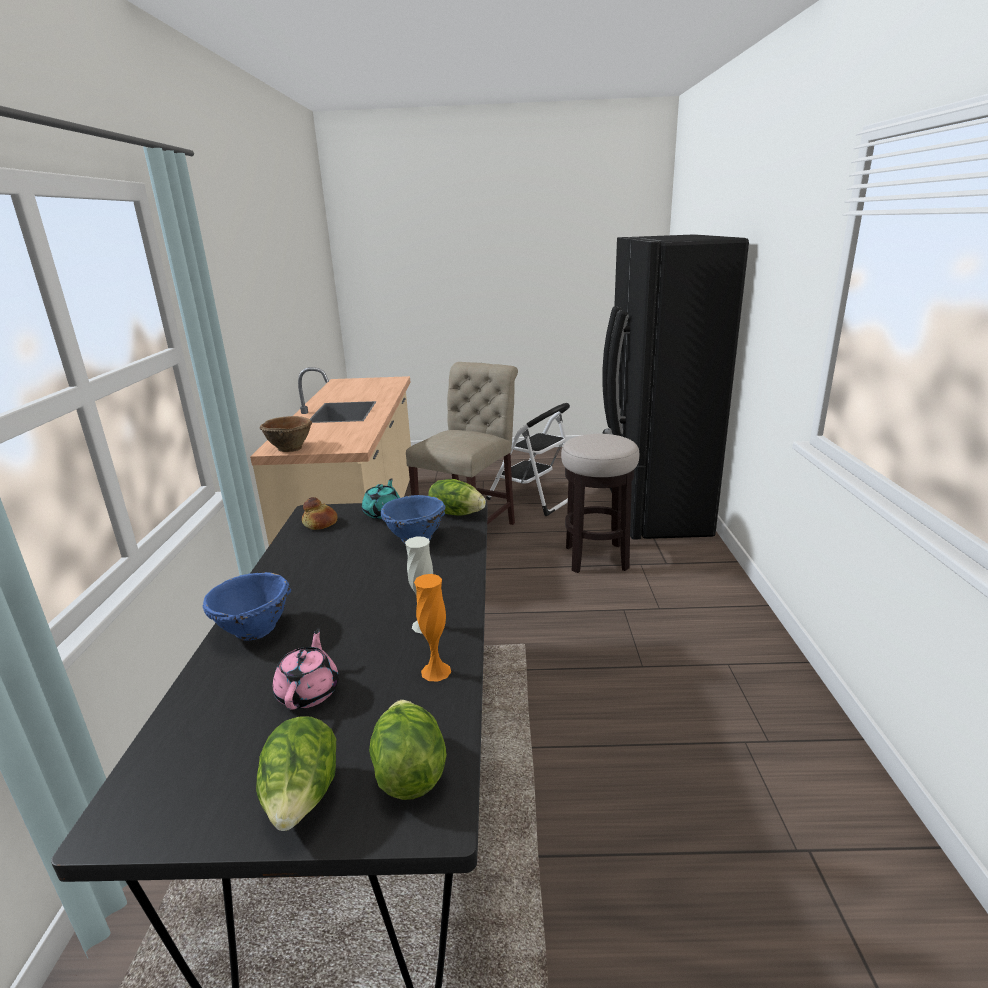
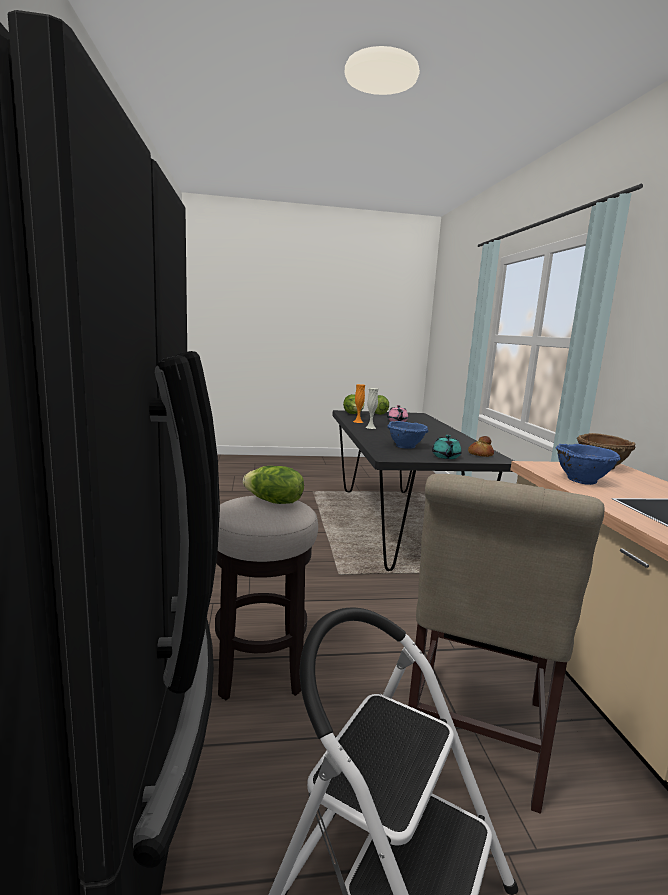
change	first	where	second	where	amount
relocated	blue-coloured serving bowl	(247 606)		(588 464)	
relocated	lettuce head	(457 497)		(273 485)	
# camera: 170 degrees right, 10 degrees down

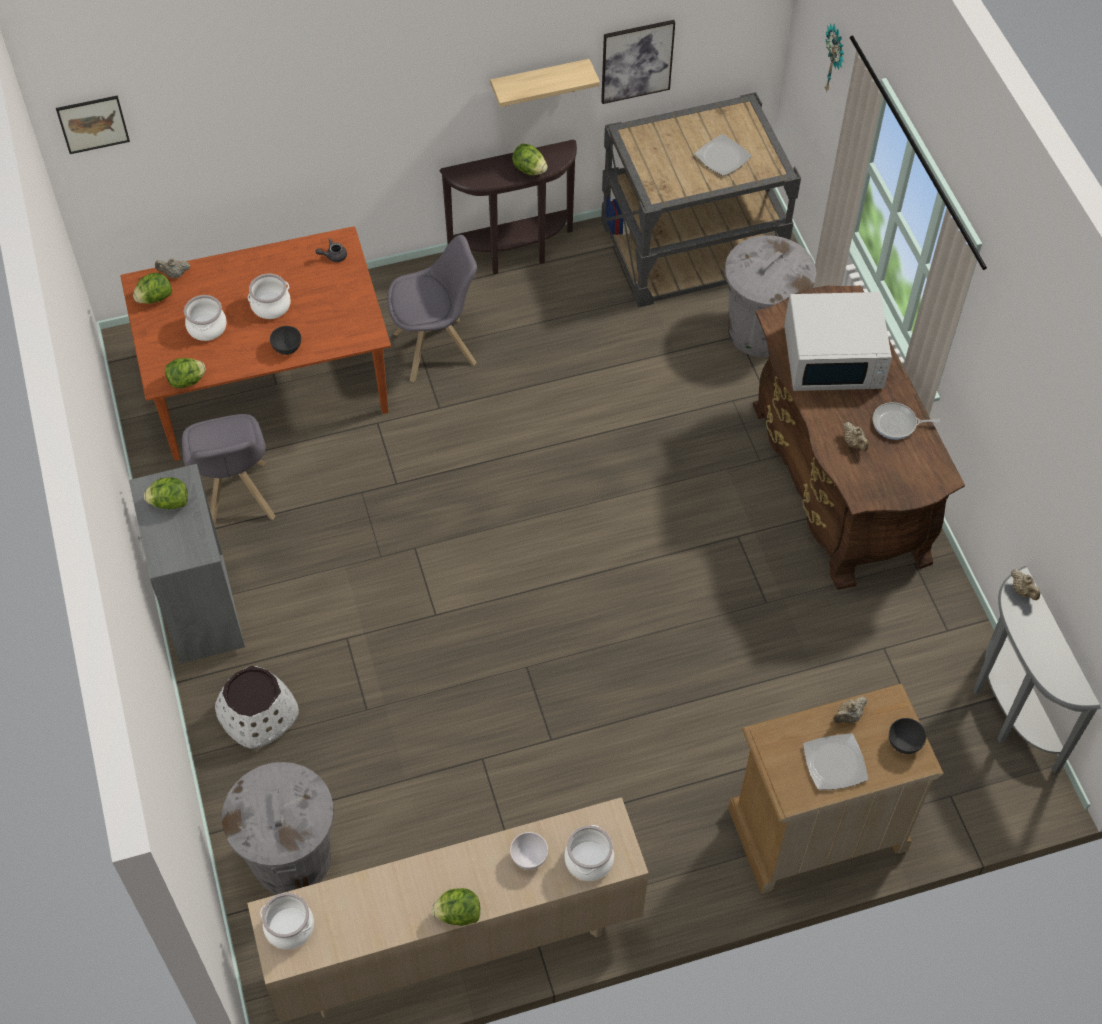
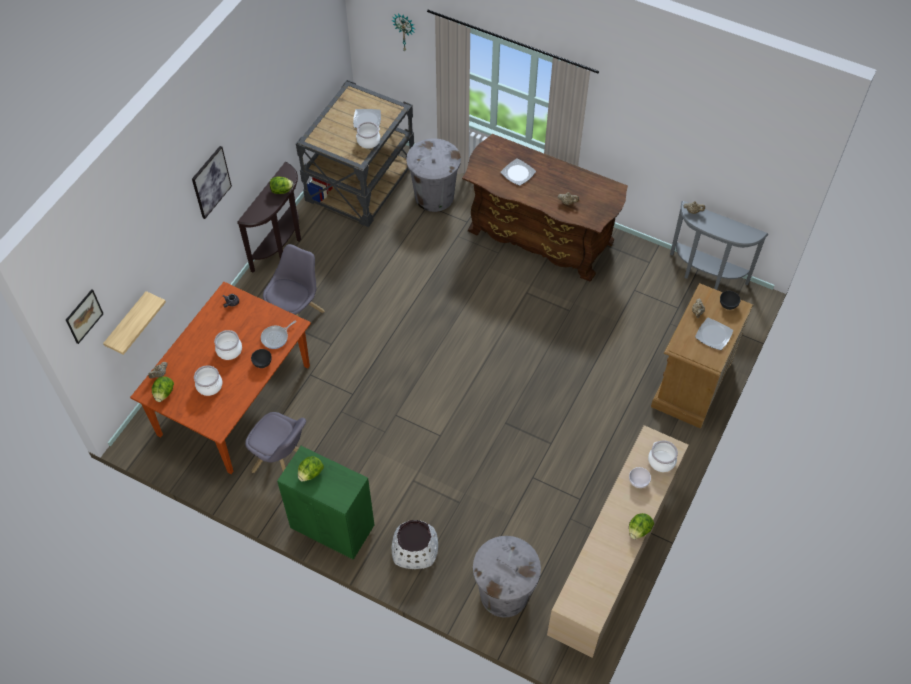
change	first	where	second	where	amount
missing	lettuce head	(185 373)			
relocated	saucepot	(287 921)		(368 135)	
relocated	shelf	(545 83)		(134 323)	
relocated	wall art	(638 62)		(212 182)	
relocated	pan	(906 421)		(278 335)	
exchanged	white microwave oven	(838 341)	dinner plate	(518 172)	
colour	grey cabinet	(187 564)	greenish cabinet	(325 503)	
# camera: 45 degrees left, 0 degrees up

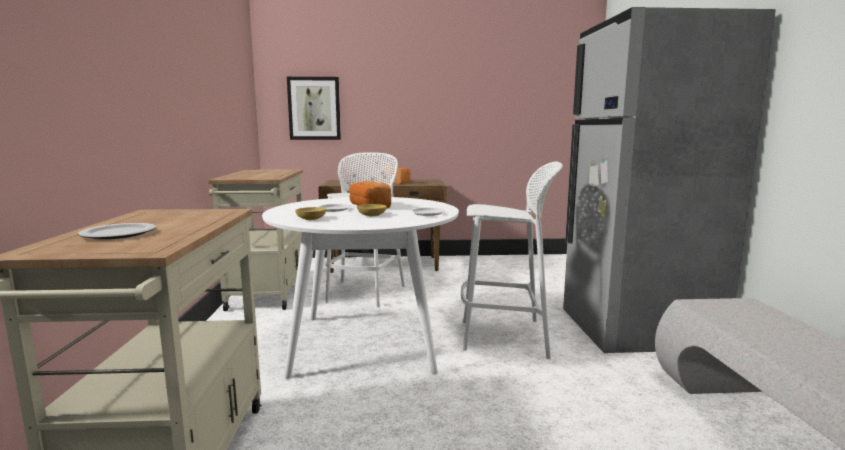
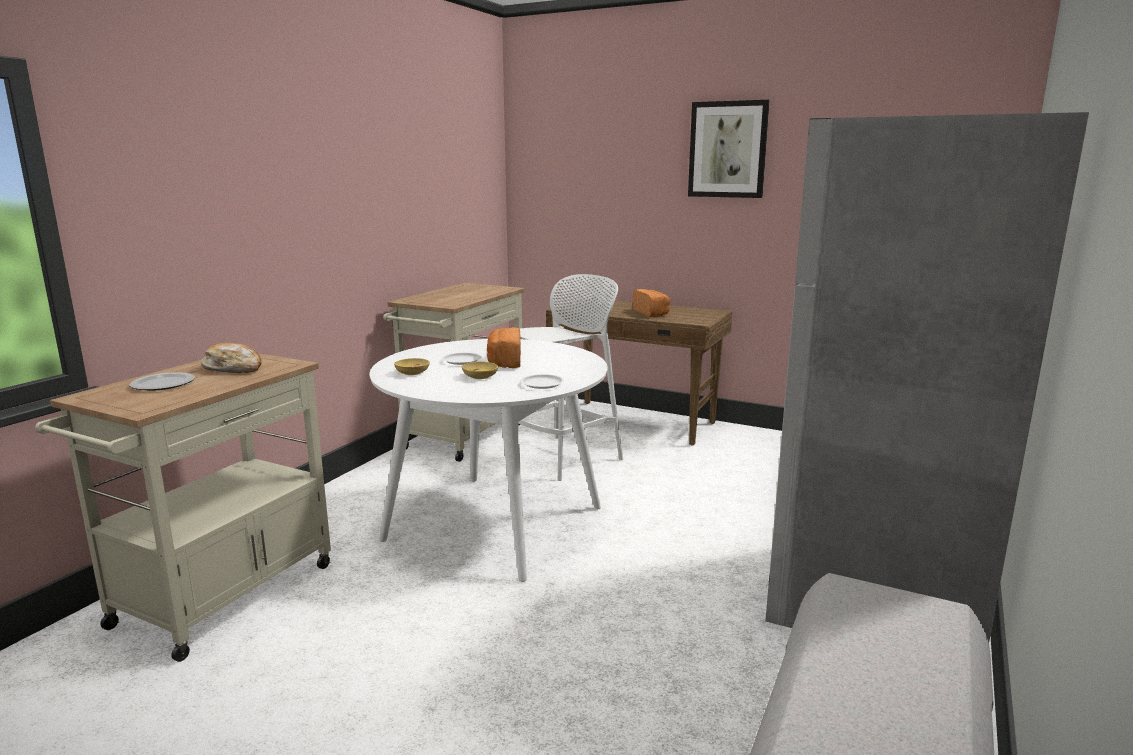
change	first	where	second	where	amount
missing	white sitting stool	(512 260)			
appeared			bakery bread	(231 358)	
relocated	wall art	(314 108)		(729 149)	
# camera: 30 degrees right, 5 degrees up

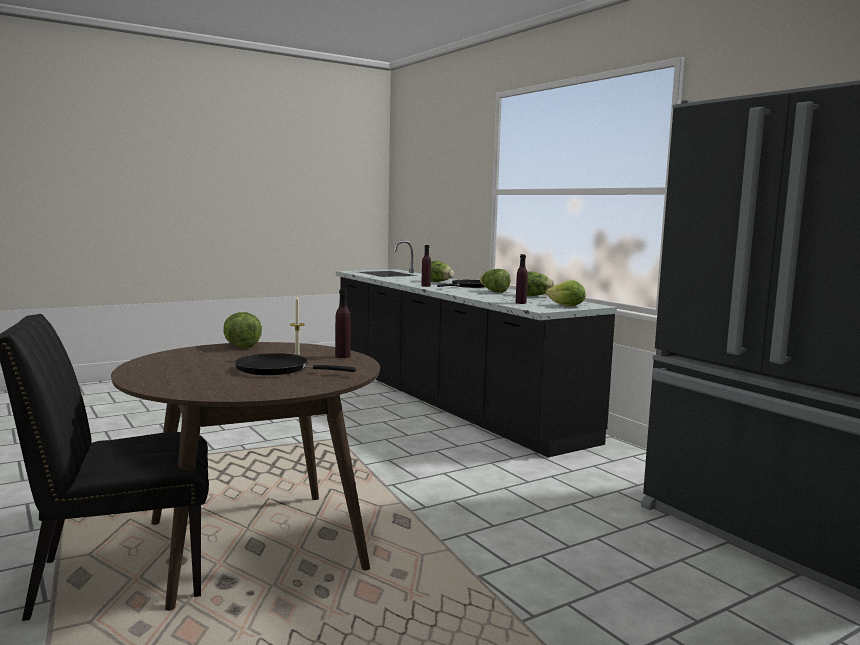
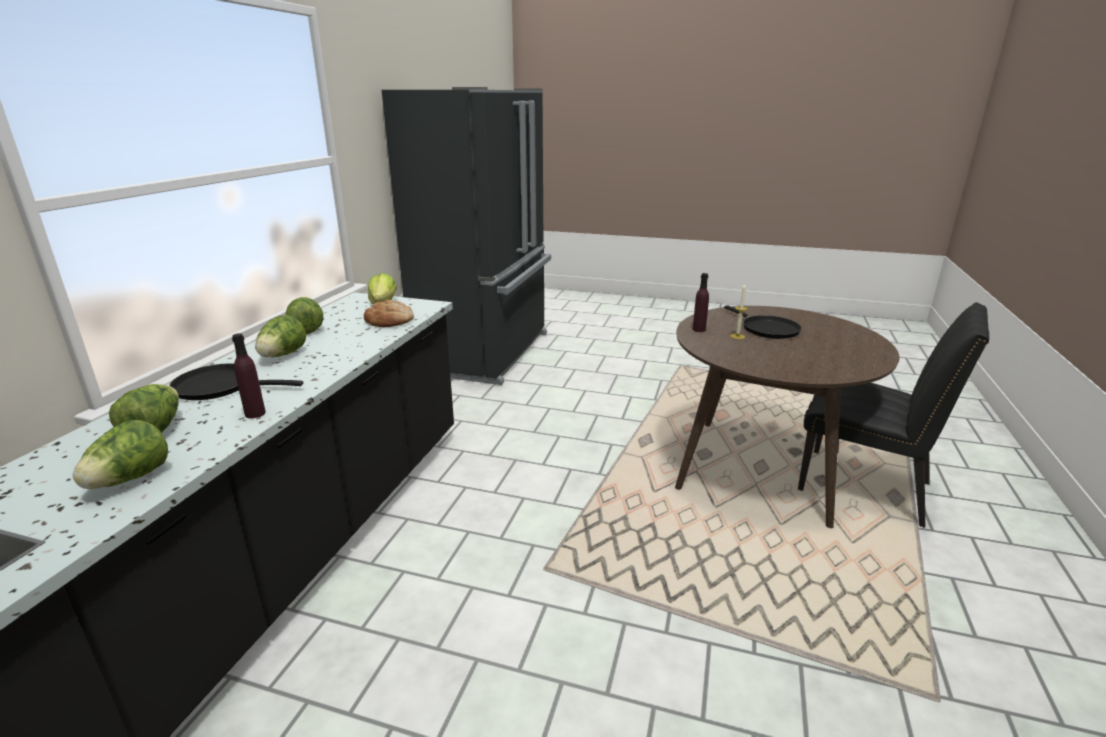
change	first	where	second	where	amount
relocated	lettuce head	(242 330)		(120 454)	
exchanged	purple-coloured beverage bottle	(521 279)	bakery bread	(389 313)	
# camera: 130 degrees left, 15 degrees up

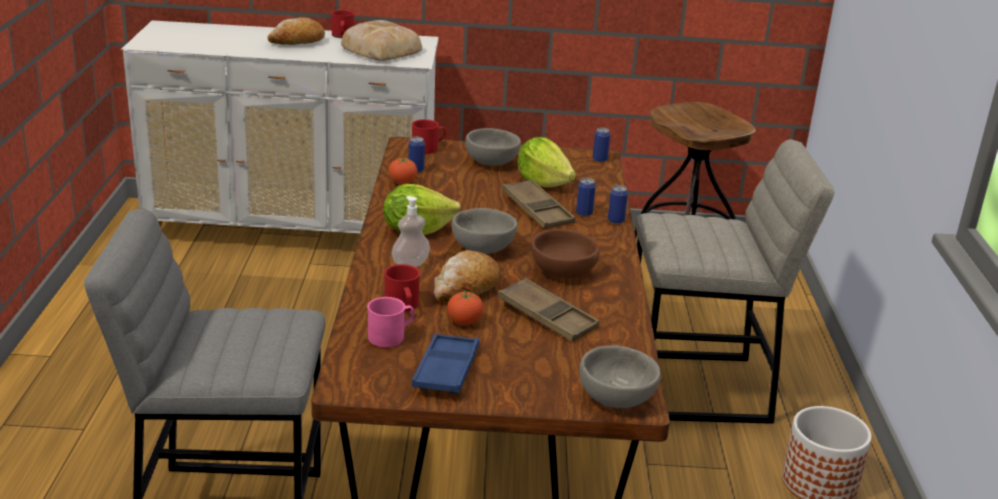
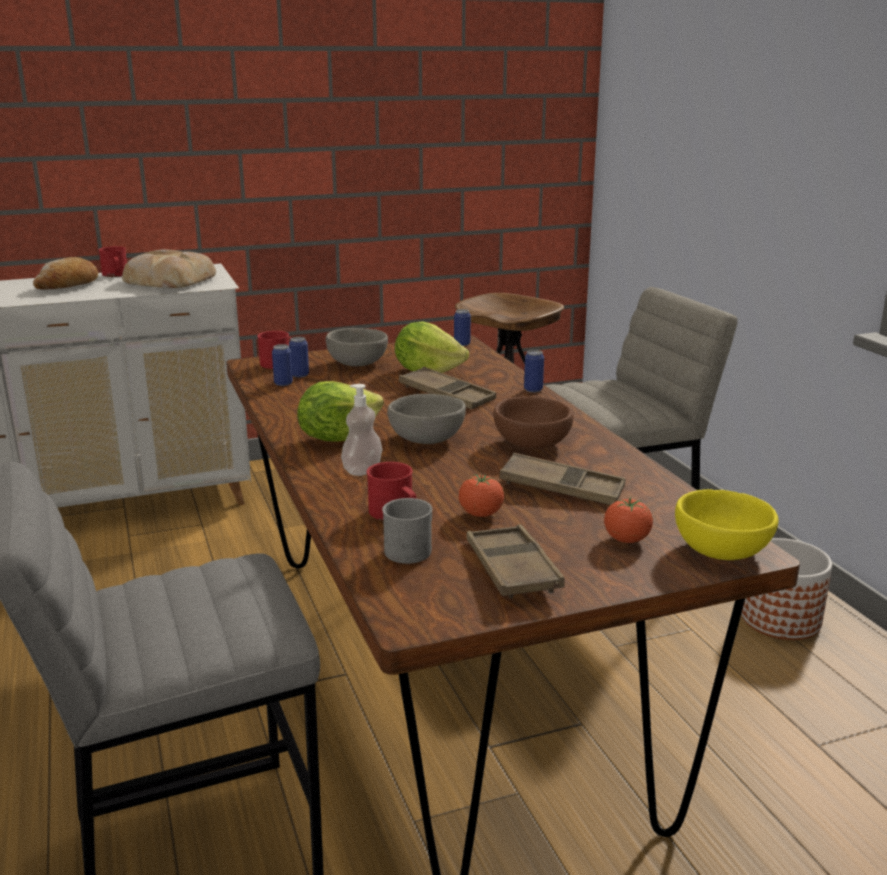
change	first	where	second	where	amount
missing	bakery bread	(467 276)			
relocated	tomato	(402 170)		(628 520)	
relocated	sealed can	(586 197)		(299 357)	
colour	pink coffee mug	(390 322)	grey coffee mug	(407 531)	
colour	blue-coloured serving tray	(445 364)	brown-coloured serving tray	(515 561)	
colour	grey serving bowl	(620 377)	yellowish serving bowl	(726 524)	
# camera: 20 degrees left, 5 degrees down

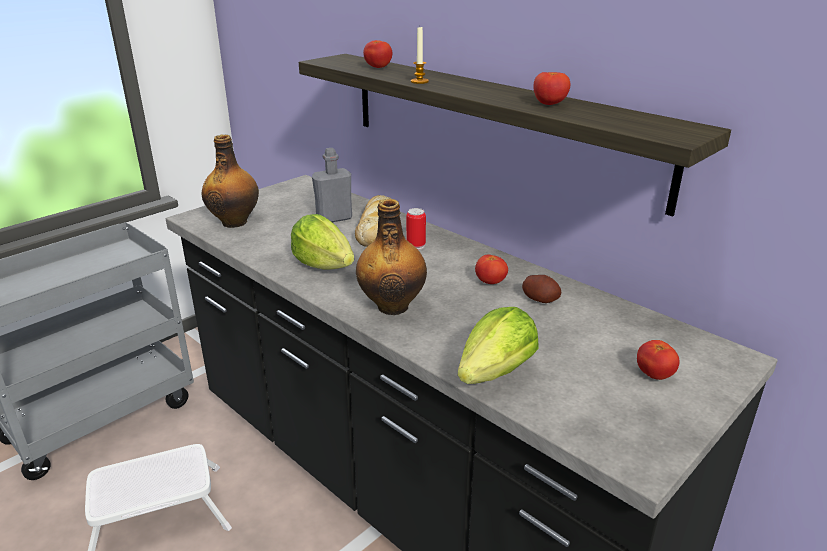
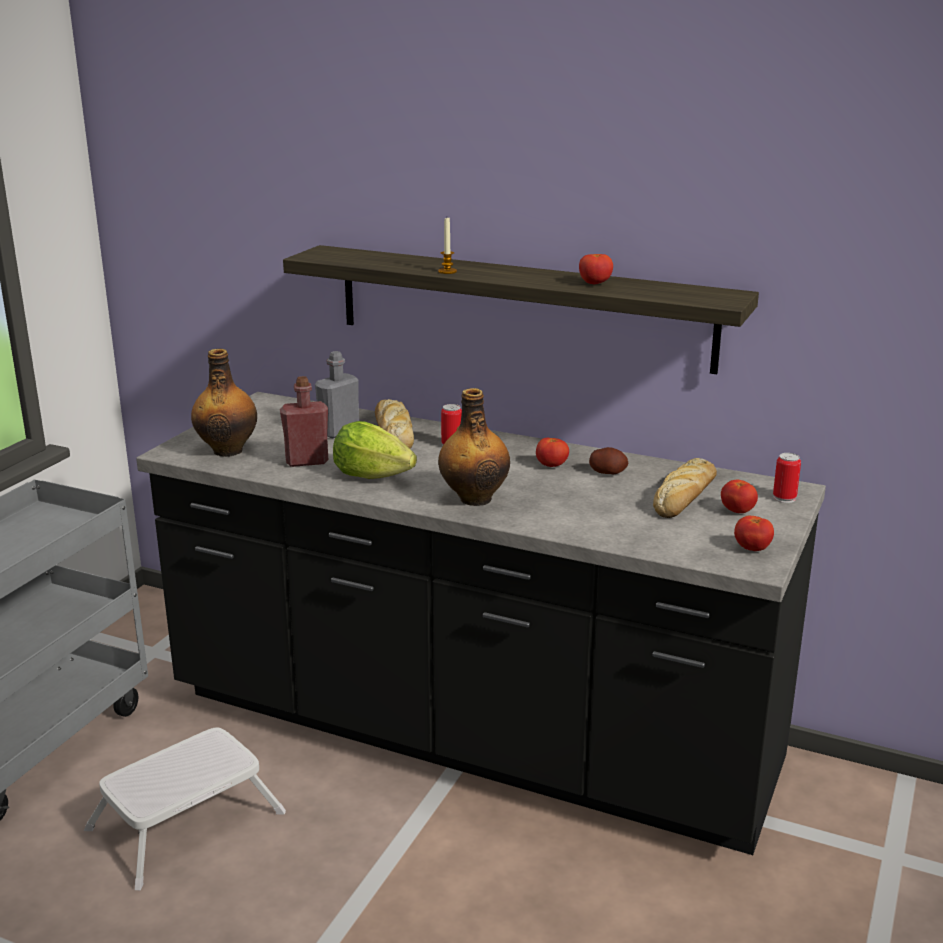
change	first	where	second	where	amount
missing	lettuce head	(498 345)			
appeared			red-coloured beverage bottle	(304 421)	
appeared			bakery bread	(685 488)	
appeared			sealed can	(787 478)	
relocated	tomato	(377 54)		(754 533)	
# camera: 20 degrees left, 5 degrees down

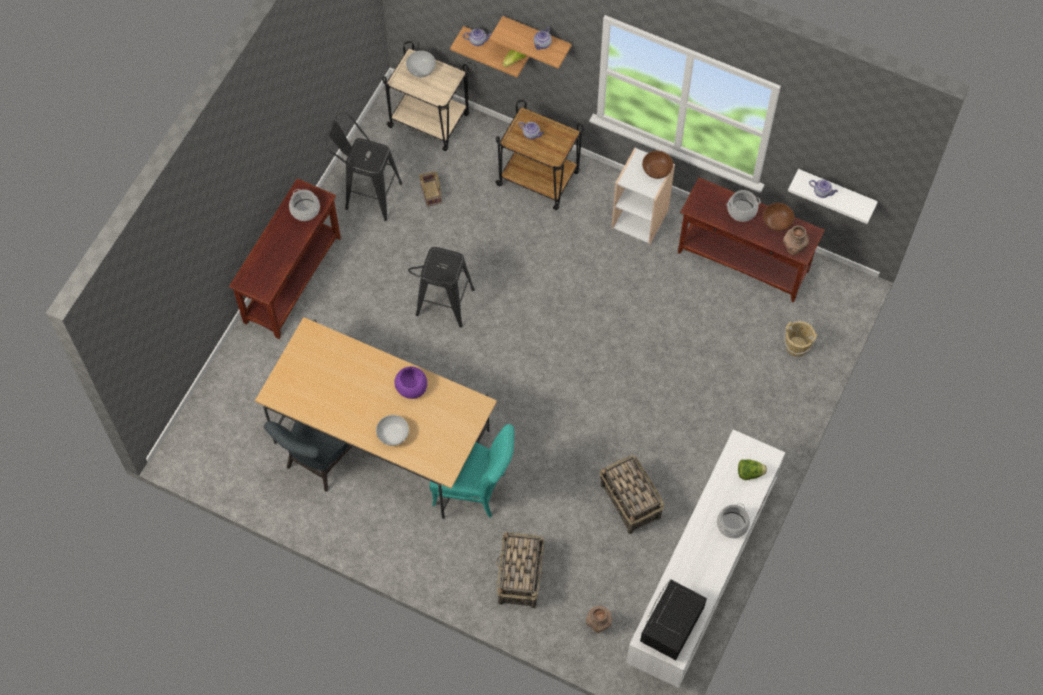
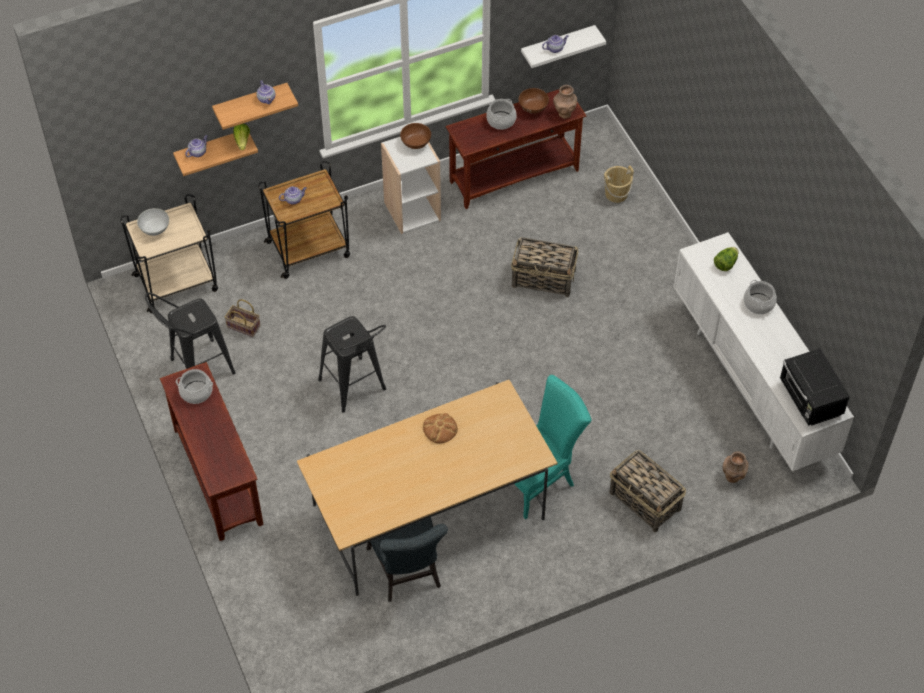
change	first	where	second	where	amount
missing	white serving bowl	(392 430)			
relocated	storage basket	(632 494)		(544 267)	
exchanged	purple-coloured serving bowl	(410 383)	bakery bread	(440 428)	
# camera: 50 degrees left, 10 degrees down

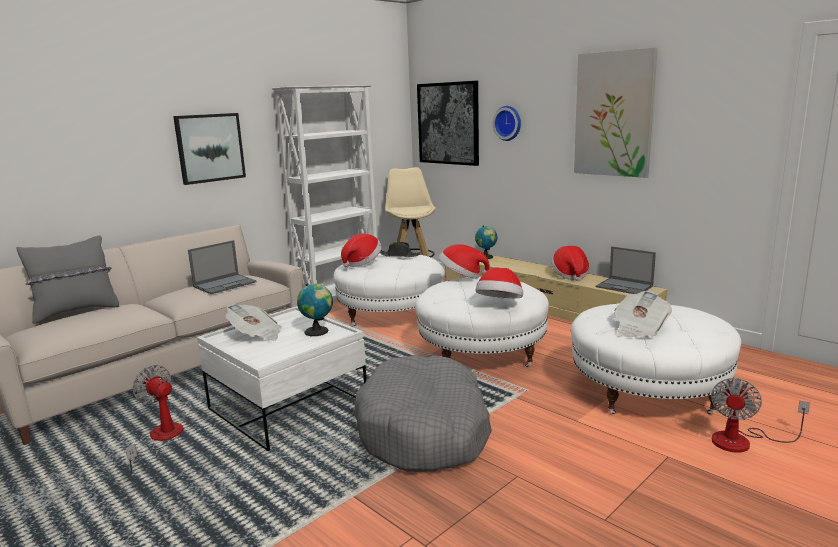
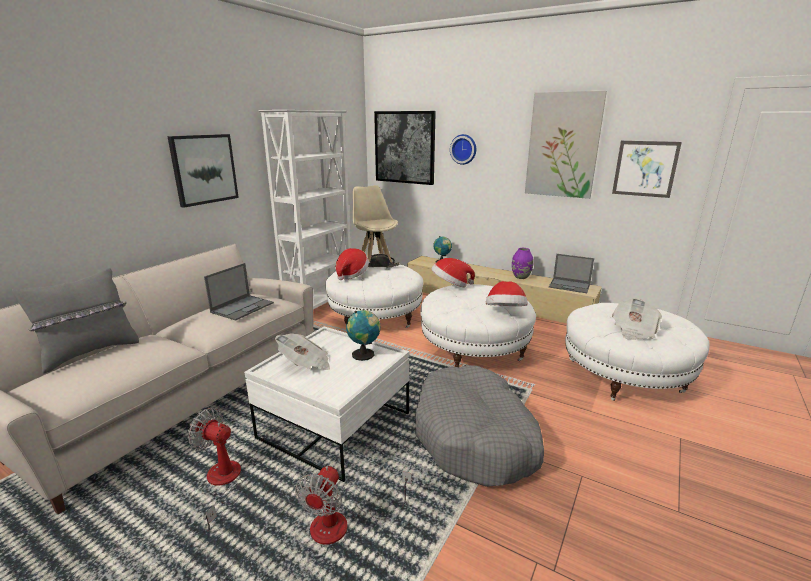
change	first	where	second	where	amount
appeared			wall art	(647 169)	
relocated	electric fan	(760 415)		(353 505)	
exchanged	hat	(570 263)	purple-coloured flower vase	(523 263)	
# camera: 15 degrees left, 5 degrees up

